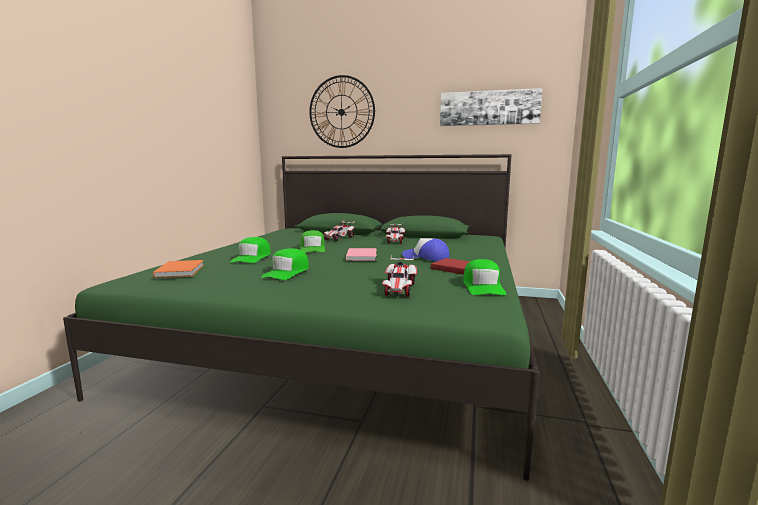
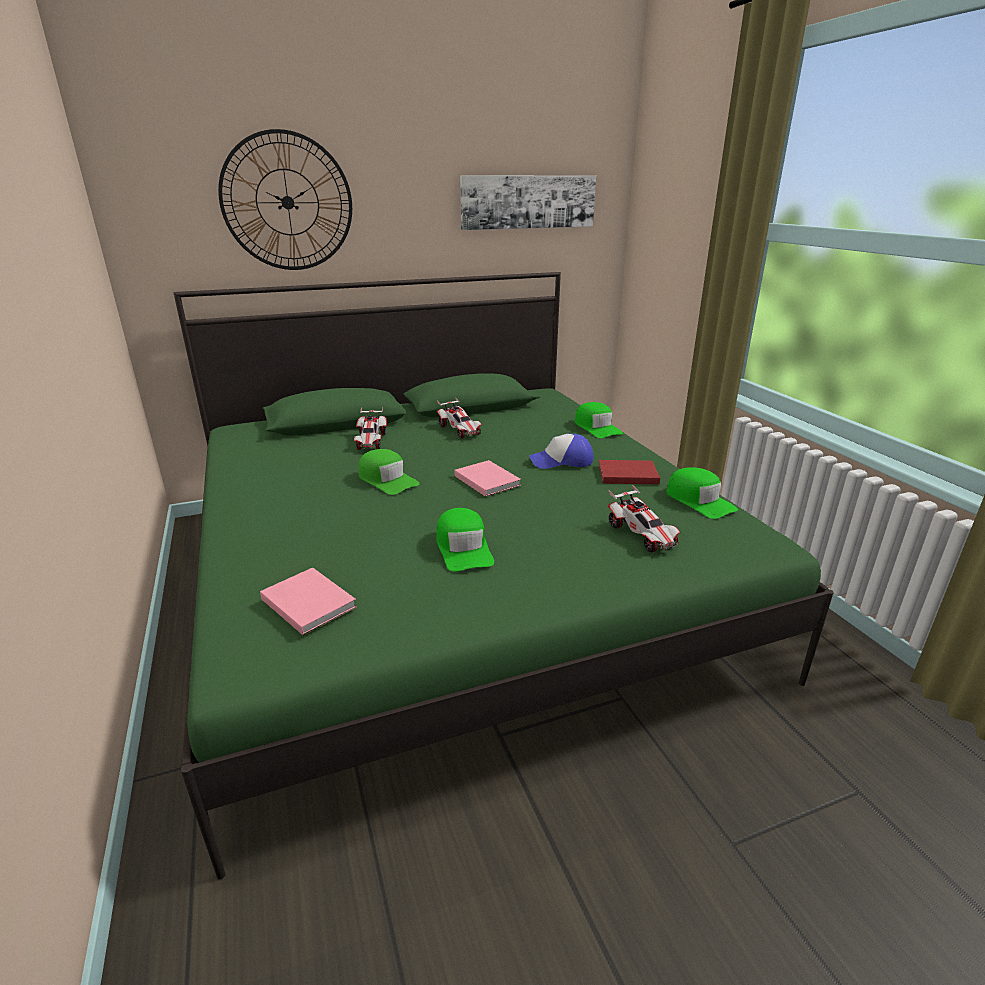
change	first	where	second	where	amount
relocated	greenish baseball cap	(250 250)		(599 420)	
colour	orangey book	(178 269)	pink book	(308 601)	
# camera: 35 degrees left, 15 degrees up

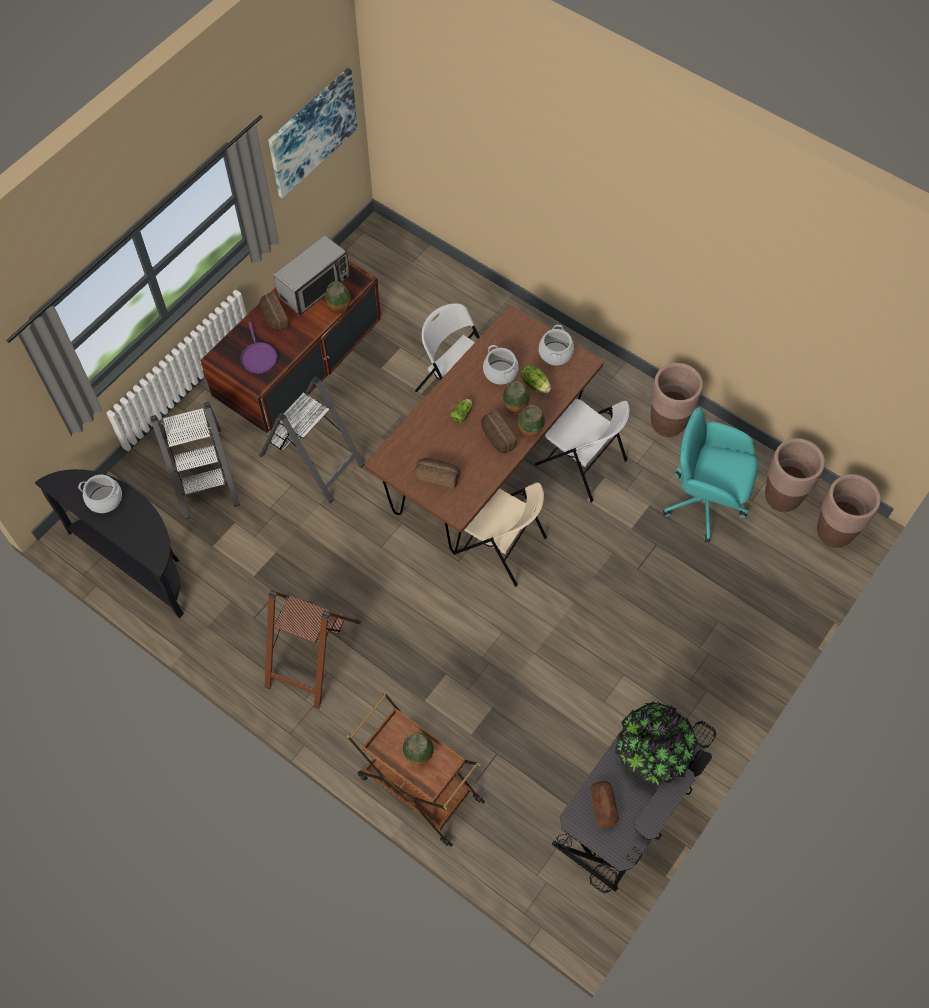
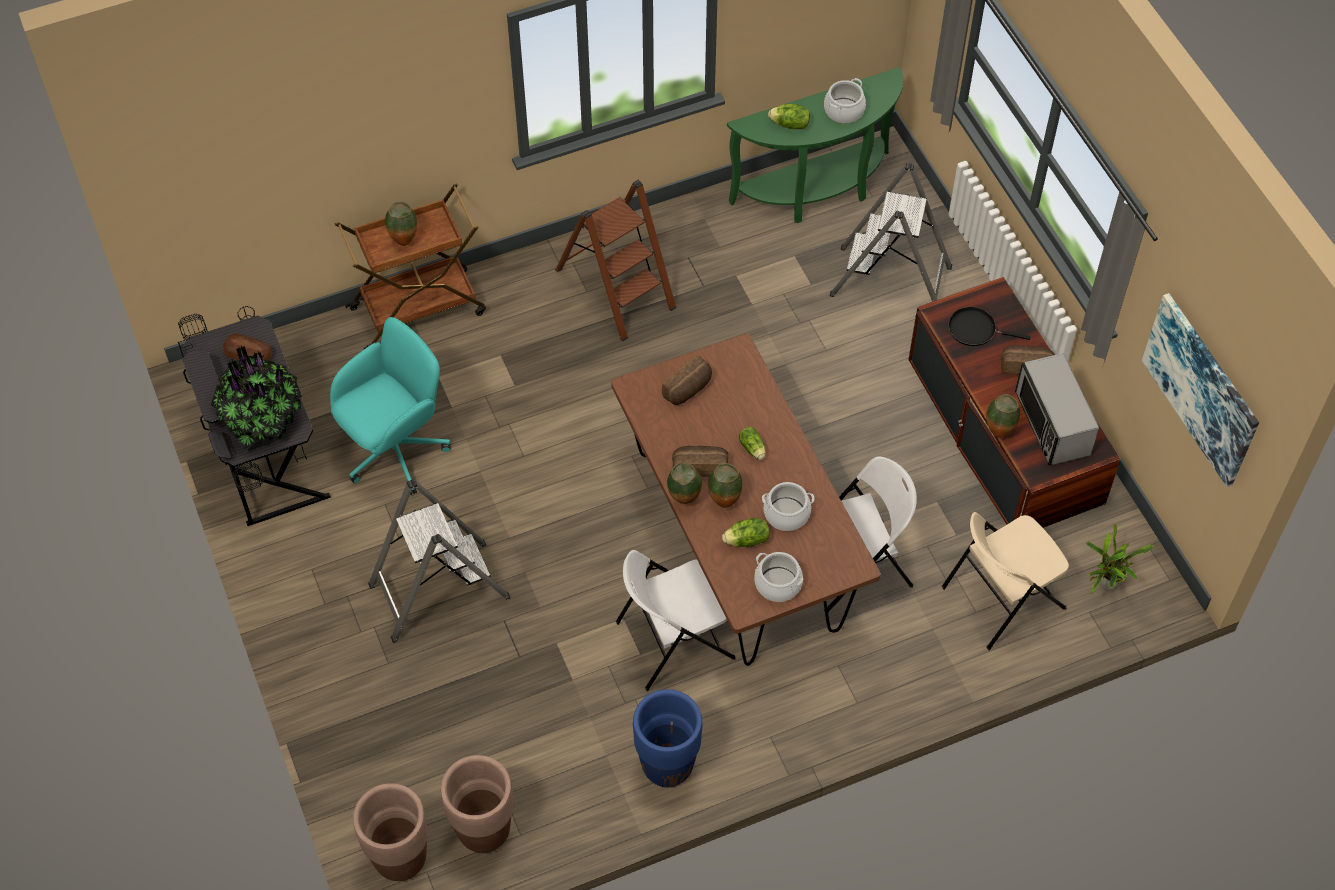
change	first	where	second	where	amount
appeared			lettuce head	(789 116)	
appeared			potted plant	(1120 559)	
relocated	grey step stool	(312 440)		(439 561)	
relocated	sand-coloured upright chair	(500 534)		(1005 581)	
relocated	turquoise computer chair	(710 475)		(390 406)	
colour	blackish console table	(109 543)	greenish console table	(815 145)	
colour	purple-coloured pan	(258 348)	blackish pan	(989 326)	
colour	brown-coloured flower pot	(677 400)	blue-coloured flower pot	(667 738)	
# camera: 120 degrees right, 5 degrees down

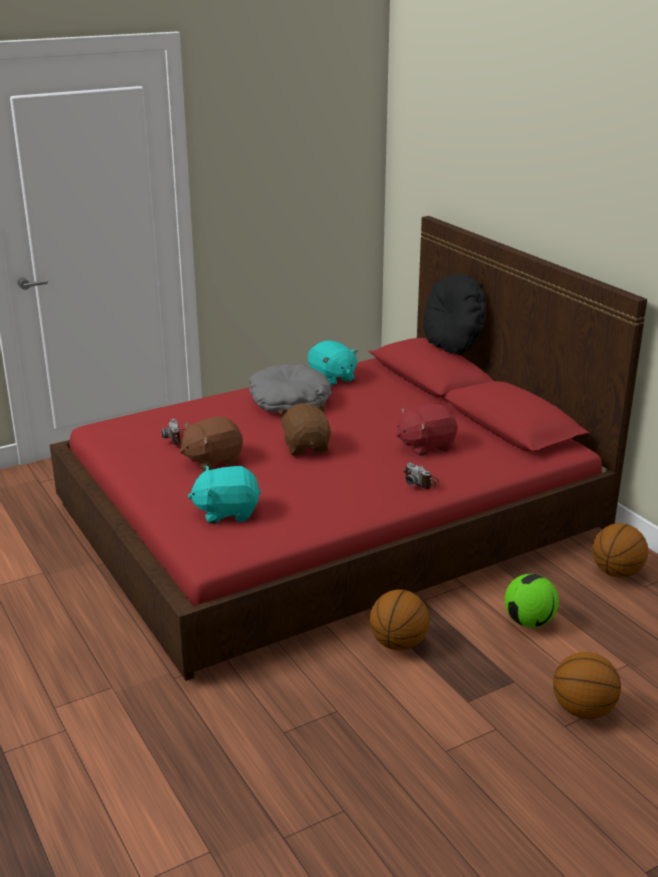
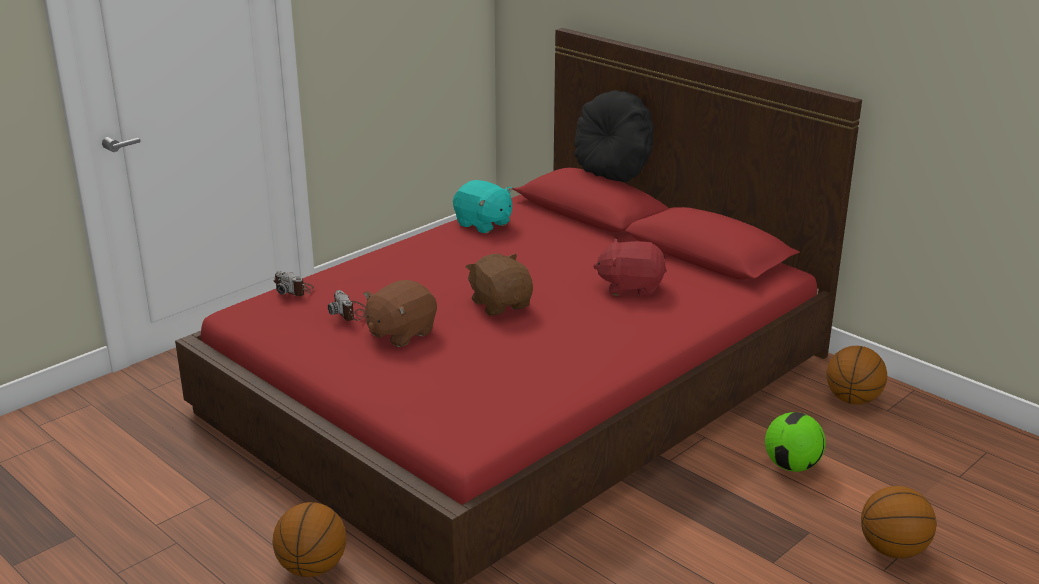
change	first	where	second	where	amount
missing	turquoise plush toy	(224 495)			
missing	grey pillow	(290 388)			
relocated	basketball ball	(400 620)		(309 539)	
relocated	still camera	(422 476)		(294 283)	
spun	red-coloured plush toy	(426 430)		(630 268)	45 degrees clockwise
# camera: 15 degrees left, 0 degrees up

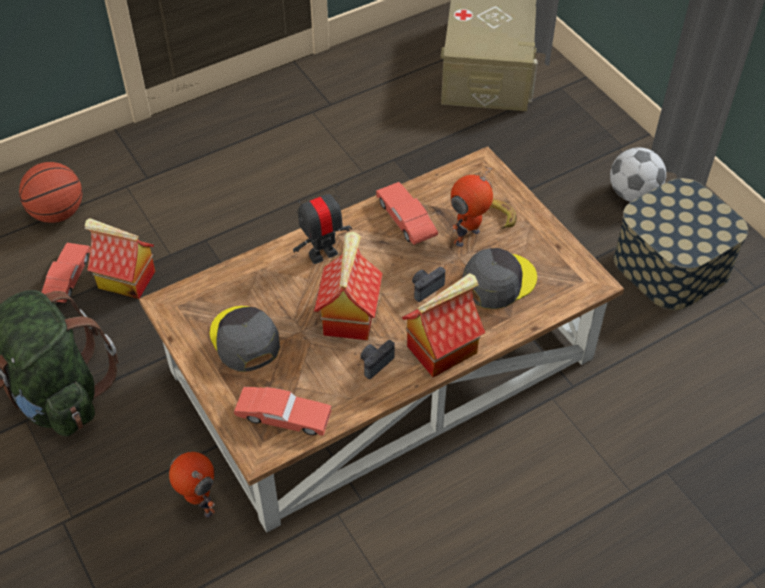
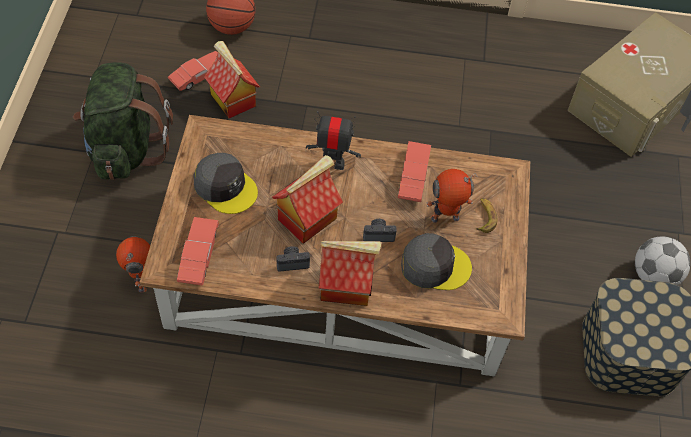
change	first	where	second	where	amount
spun	grey baseball cap	(245 339)		(225 183)	120 degrees clockwise
spun	red-coloured miniature car	(283 411)		(198 251)	135 degrees counterclockwise
# camera: 35 degrees right, 5 degrees up

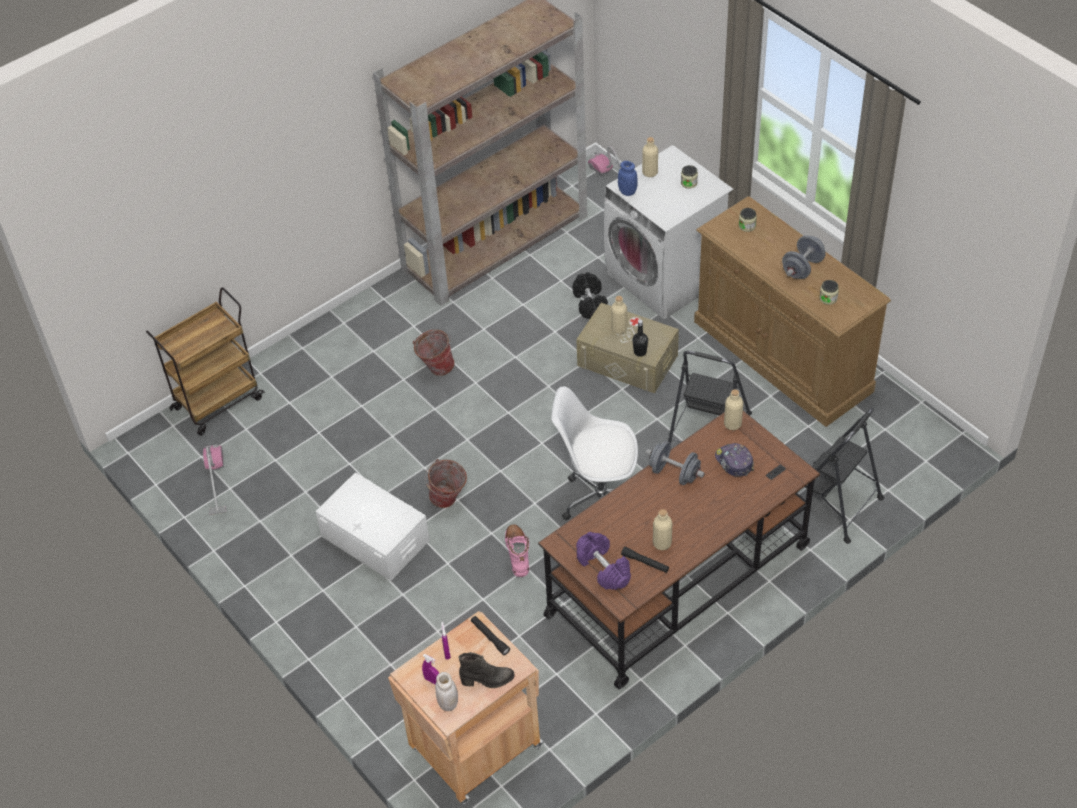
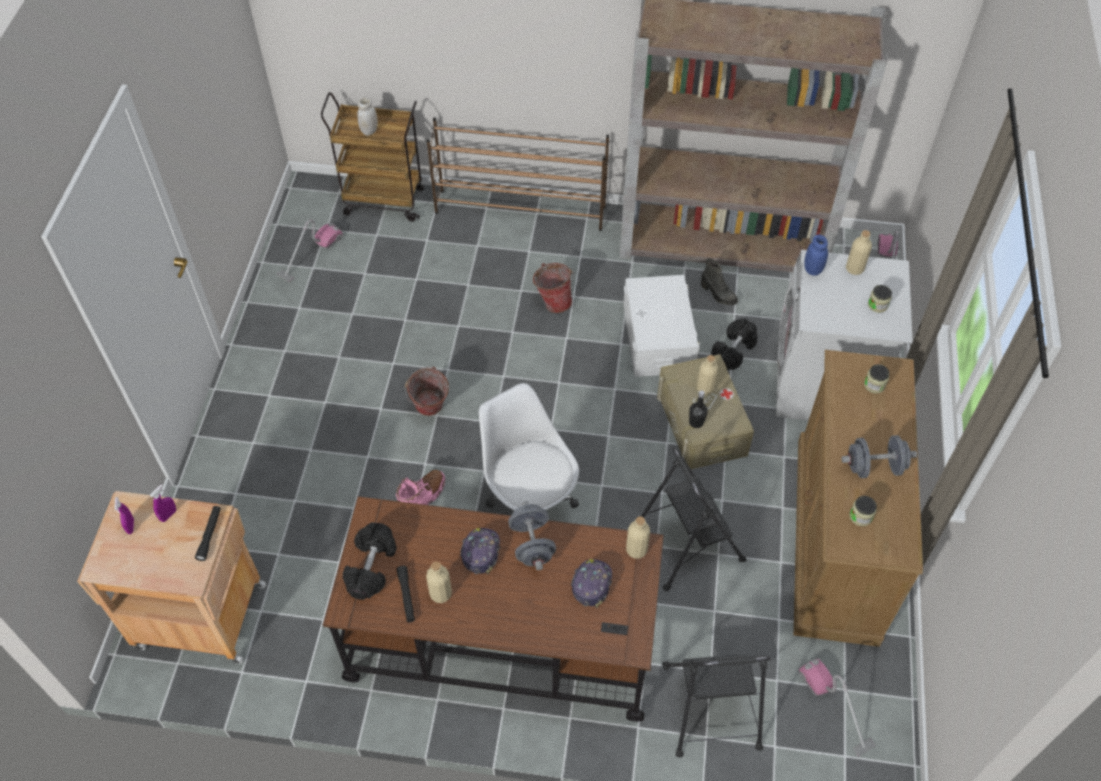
change	first	where	second	where	amount
appeared			brown-coloured shoe shelf	(518 174)	
appeared			baseball cap	(480 551)	
appeared			vacuum cleaner	(837 707)	
relocated	white storage container	(372 526)		(661 326)	
relocated	white preserve jar	(446 691)		(367 116)	
relocated	blackish tall boot	(486 670)		(719 281)	
colour	purple-coloured hand weight	(603 561)	blackish hand weight	(369 561)	
# camera: 45 degrees right, 5 degrees up

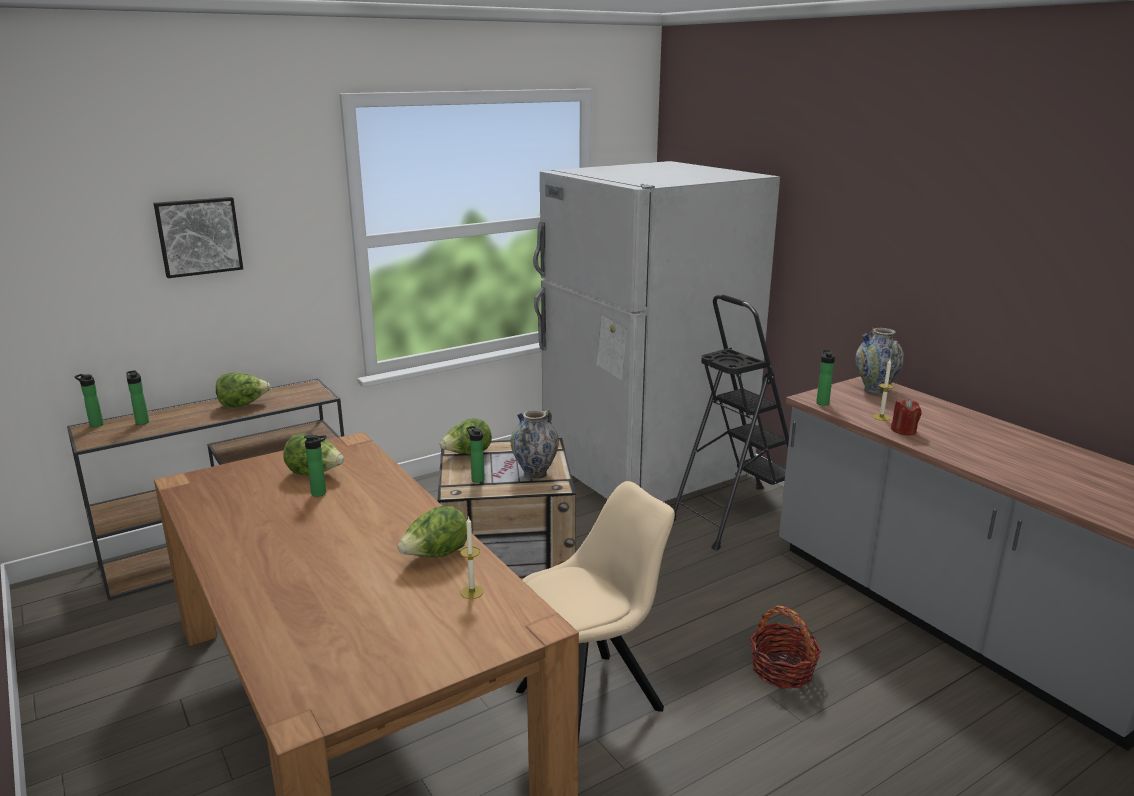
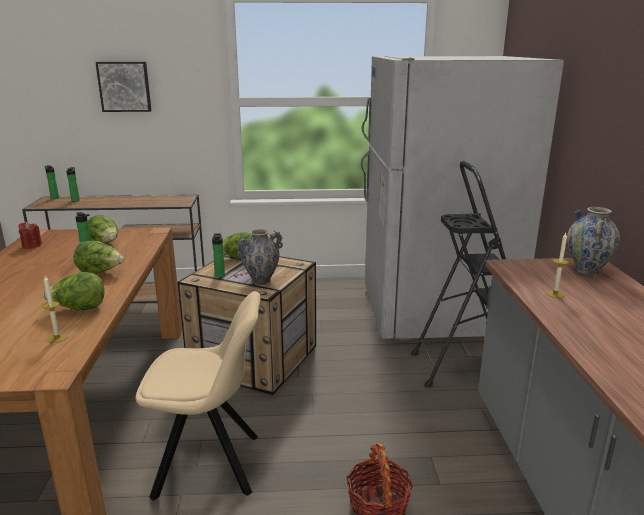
change	first	where	second	where	amount
missing	beverage bottle	(825 378)			
relocated	lettuce head	(243 390)		(98 257)	
relocated	red-coloured wax light	(906 417)		(30 235)	
# camera: 30 degrees right, 0 degrees up

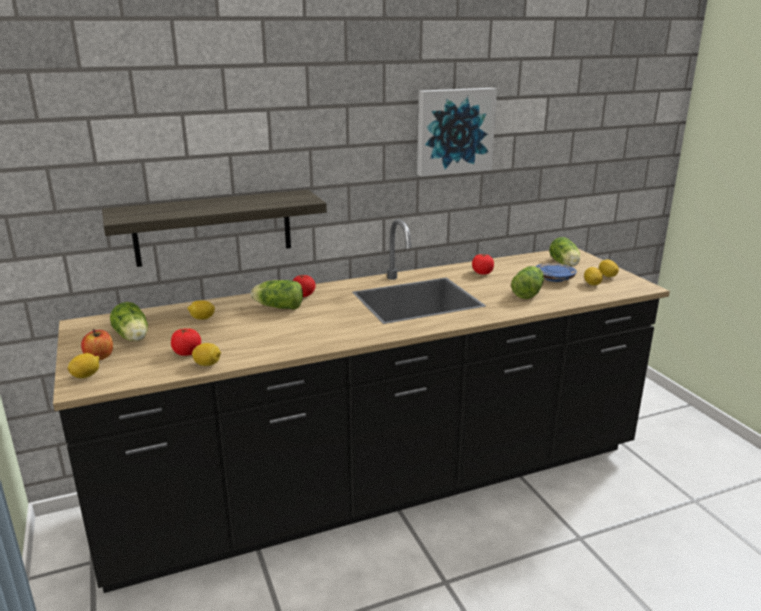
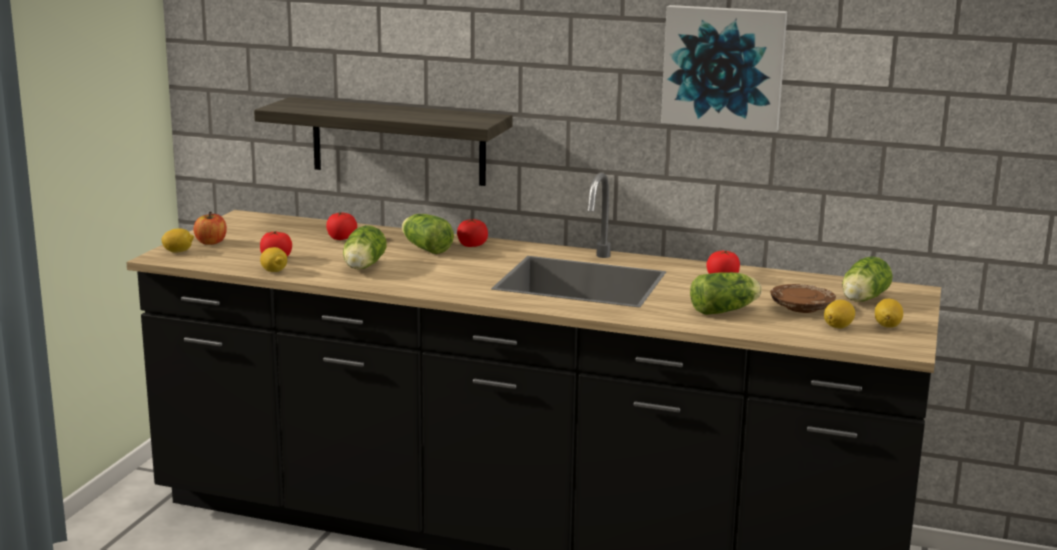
change	first	where	second	where	amount
relocated	lettuce head	(129 321)		(364 247)	
exchanged	lemon	(201 310)	tomato	(341 226)	
colour	blue-coloured dinner plate	(556 272)	brown-coloured dinner plate	(803 298)	
# camera: 40 degrees right, 5 degrees down

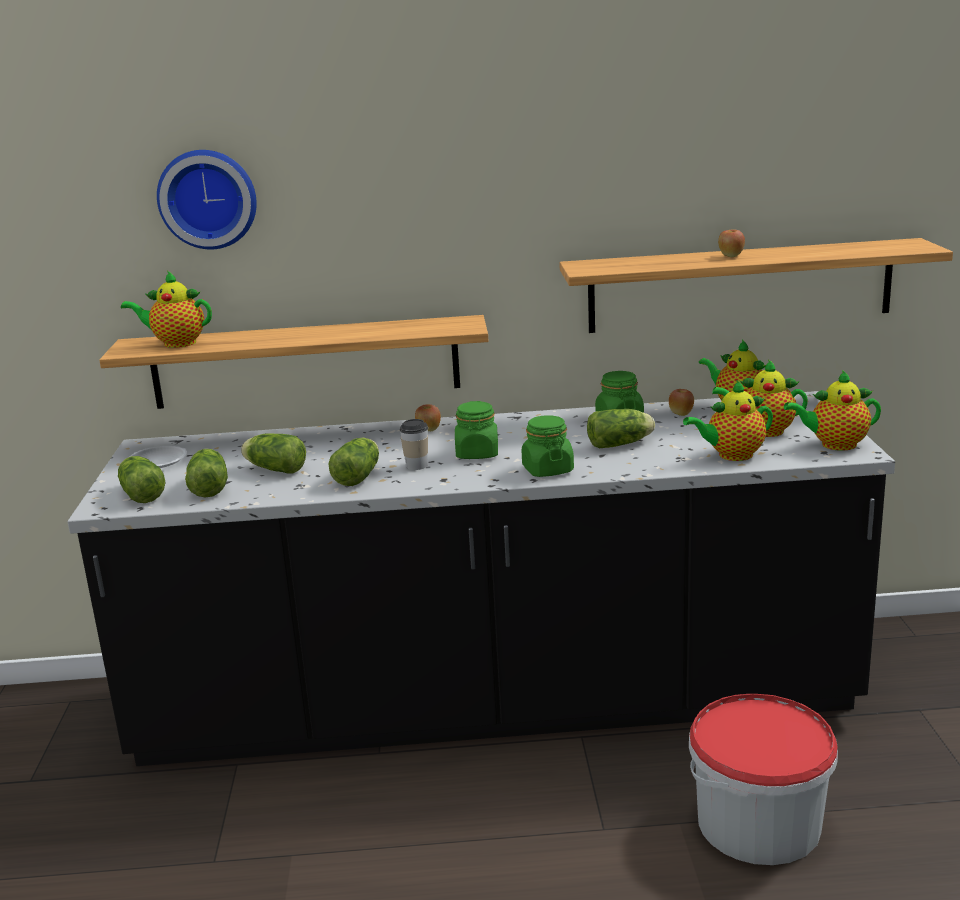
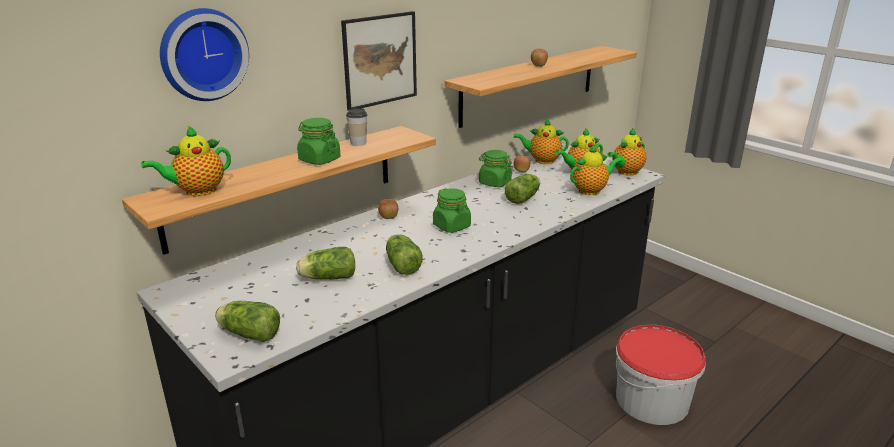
change	first	where	second	where	amount
missing	white dinner plate	(158 457)			
missing	lettuce head	(206 473)			
appeared			wall art	(379 61)	
relocated	small cup	(413 444)		(356 127)	
relocated	greenish preserve jar	(547 446)		(318 141)	
spun	teapot	(728 420)		(596 170)	150 degrees counterclockwise
# camera: 40 degrees left, 5 degrees up

